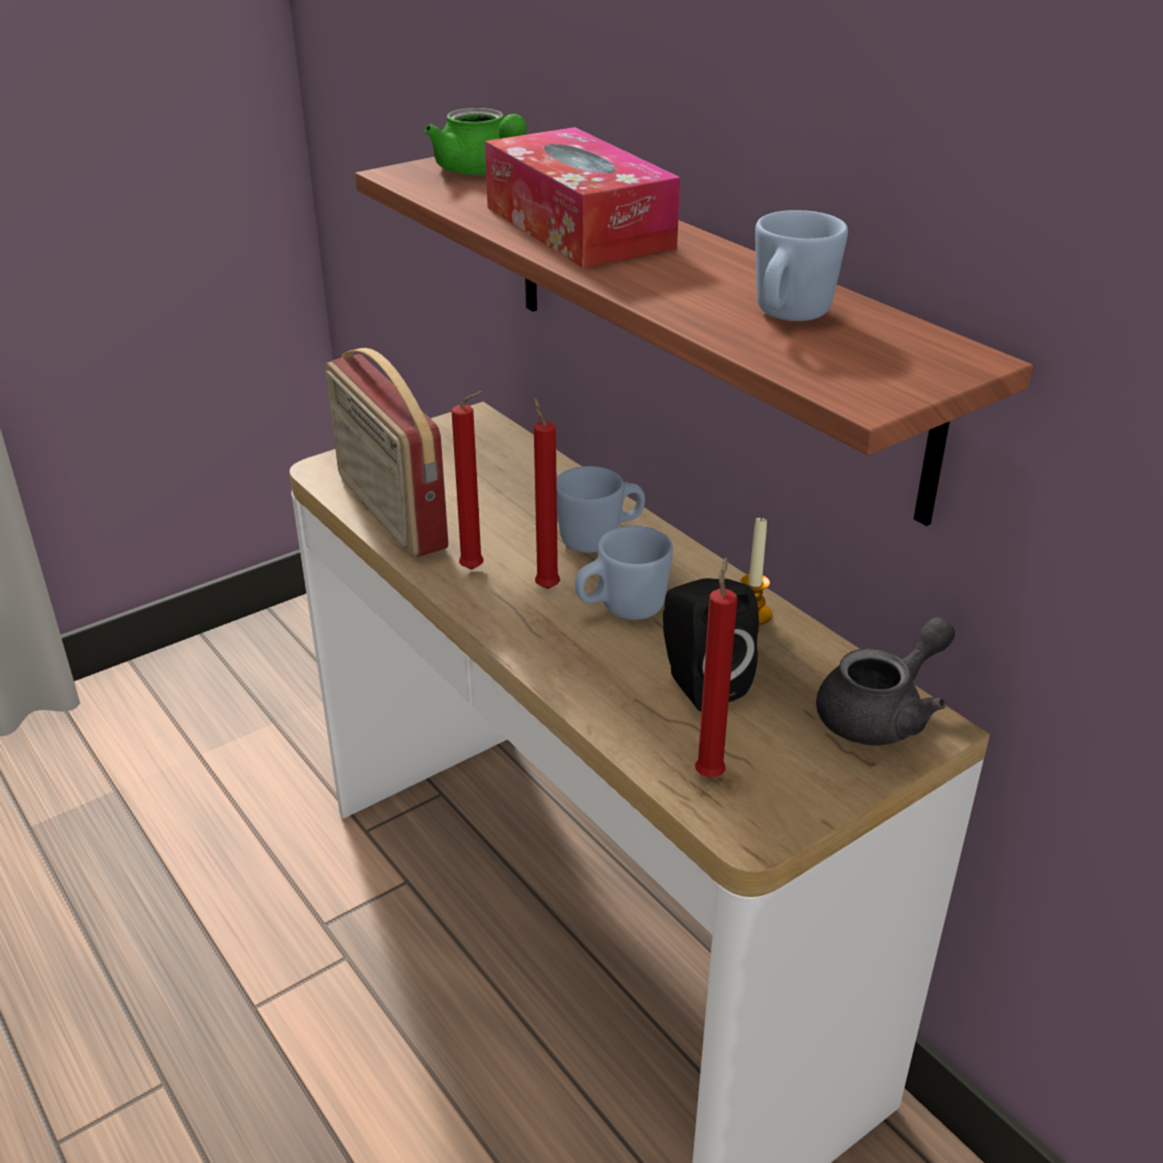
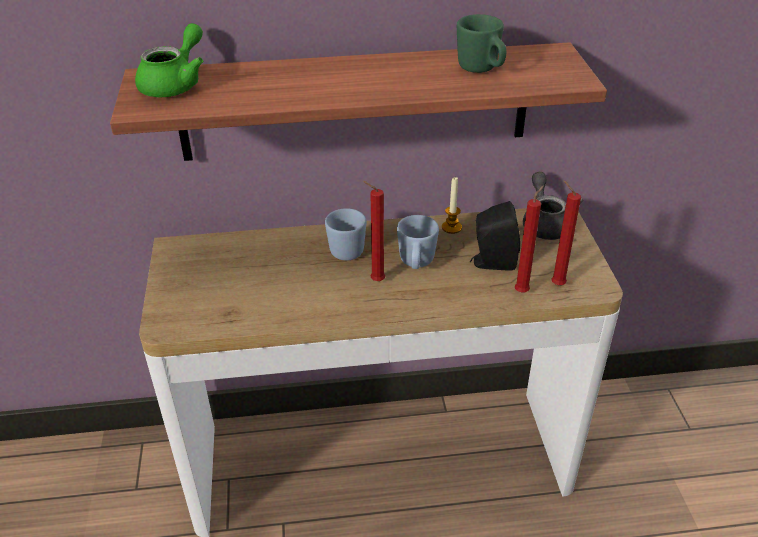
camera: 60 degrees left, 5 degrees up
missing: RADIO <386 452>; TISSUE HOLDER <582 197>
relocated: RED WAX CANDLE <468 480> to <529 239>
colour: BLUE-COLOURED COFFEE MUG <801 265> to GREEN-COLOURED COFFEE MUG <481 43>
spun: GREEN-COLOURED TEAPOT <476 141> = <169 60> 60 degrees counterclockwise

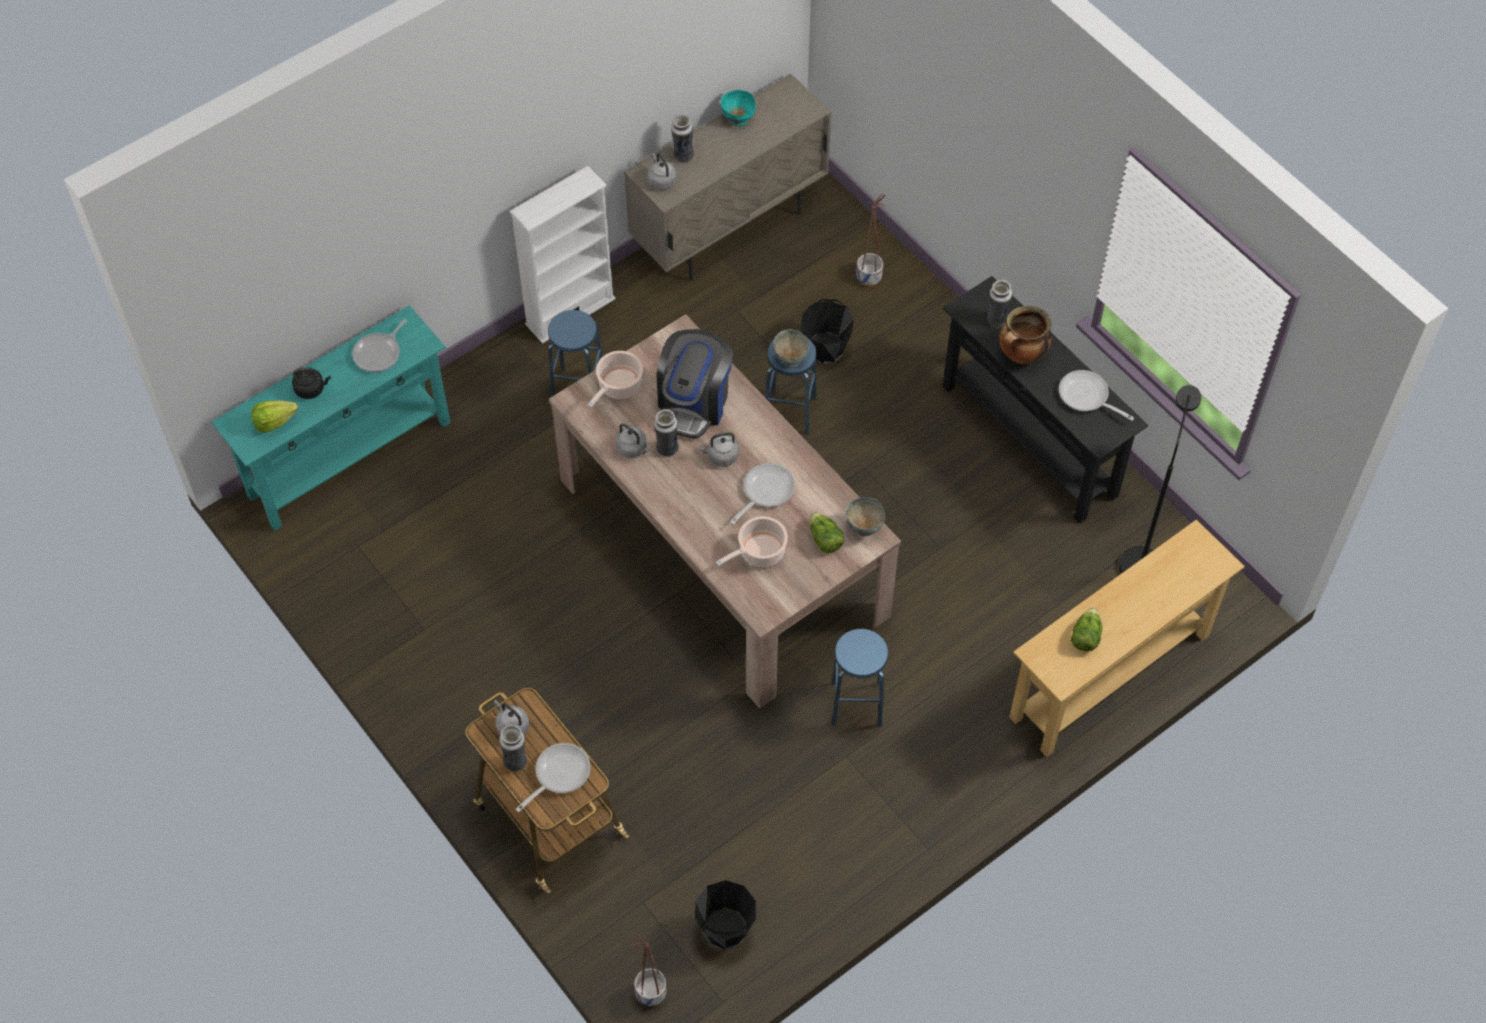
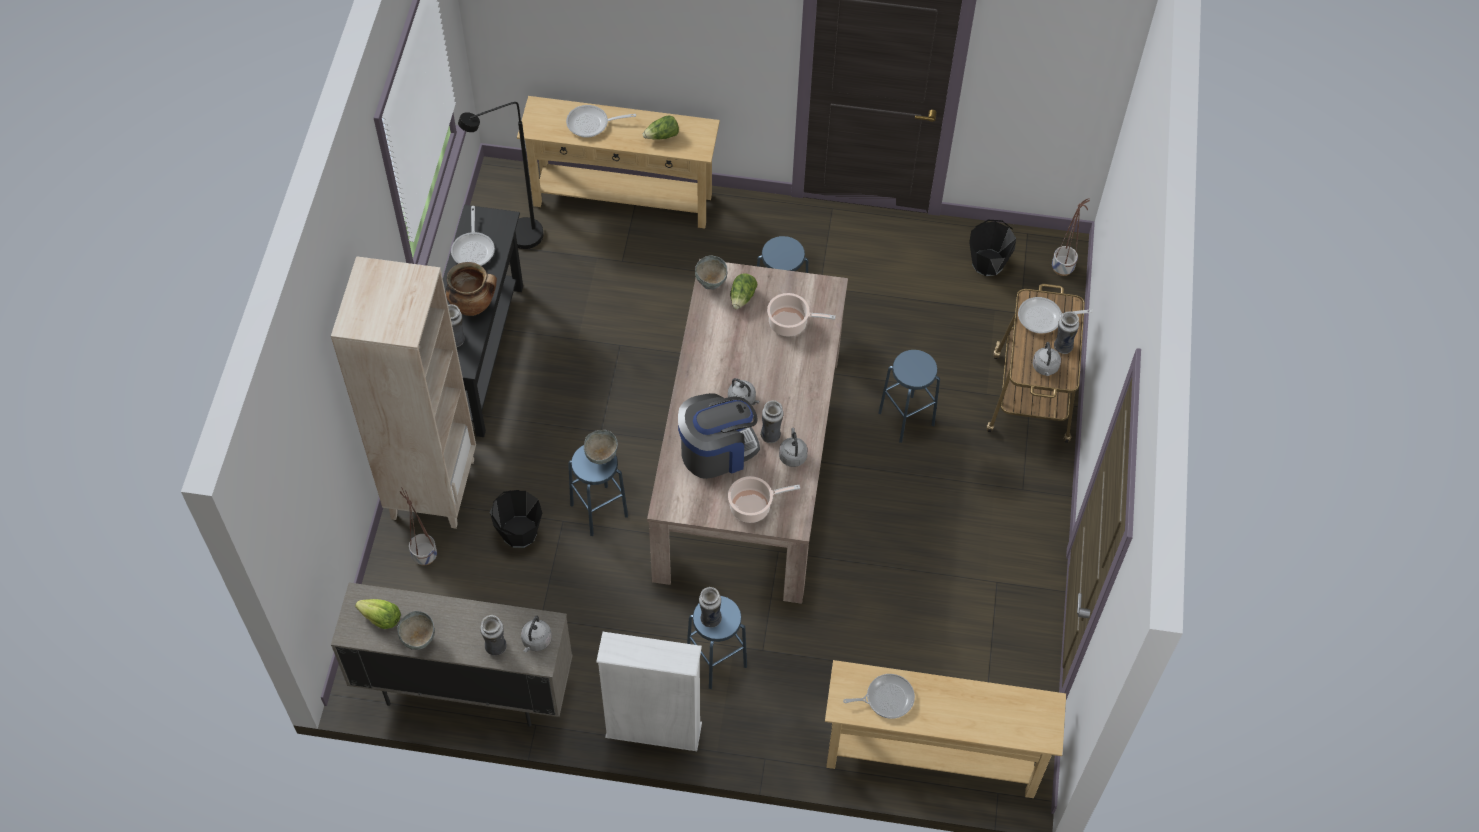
camera: 135 degrees left, 0 degrees up
missing: BLACKISH KETTLE <311 383>
appeared: SAND-COLOURED SHELVING UNIT <403 392>; VASE <710 607>; BLUE-COLOURED STOOL <909 396>
relocated: LETTUCE <274 416> to <378 614>; SKILLET <762 493> to <601 121>
colour: TURQUOISE HALL TABLE <331 418> to SAND-COLOURED HALL TABLE <945 729>; TURQUOISE DEEP DISH <738 108> to GRAY DEEP DISH <416 630>

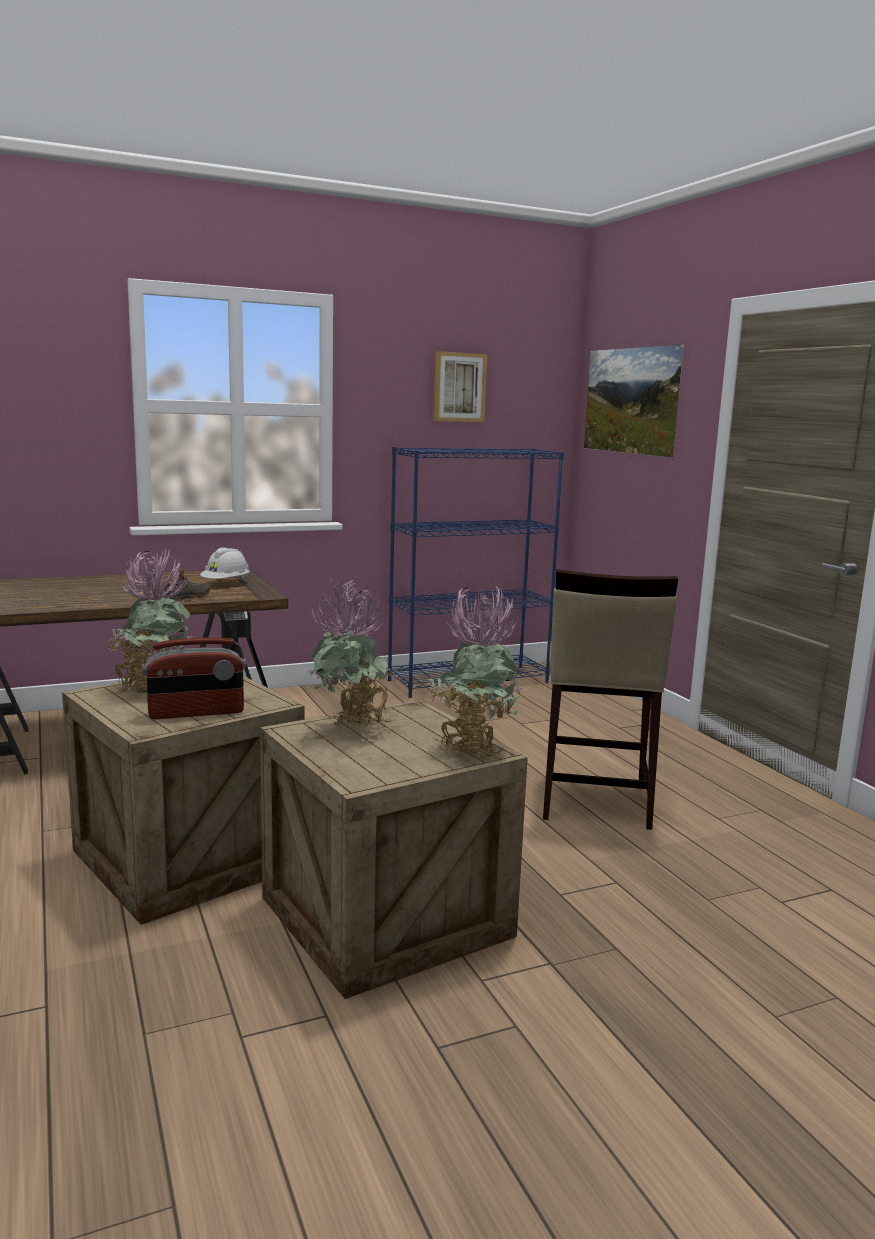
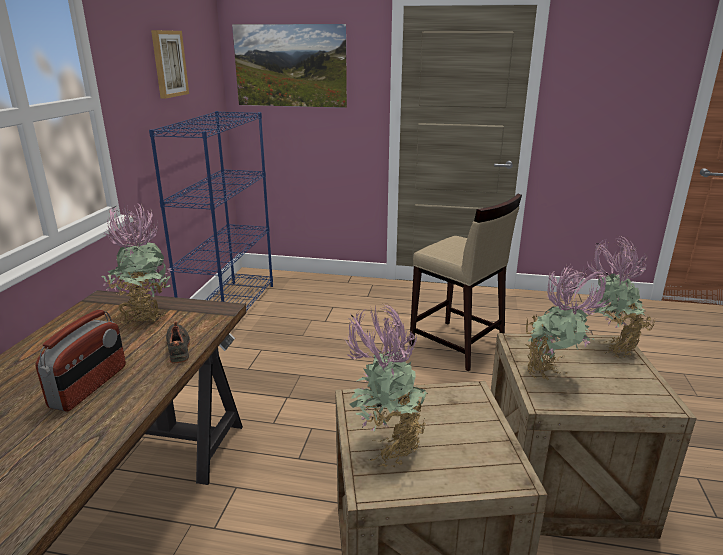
camera: 55 degrees left, 10 degrees up
relocated: RADIO <194 678> to <80 360>
exchanged: WHITE-COLOURED HARD HAT <225 564> to POTTED PLANT <137 264>

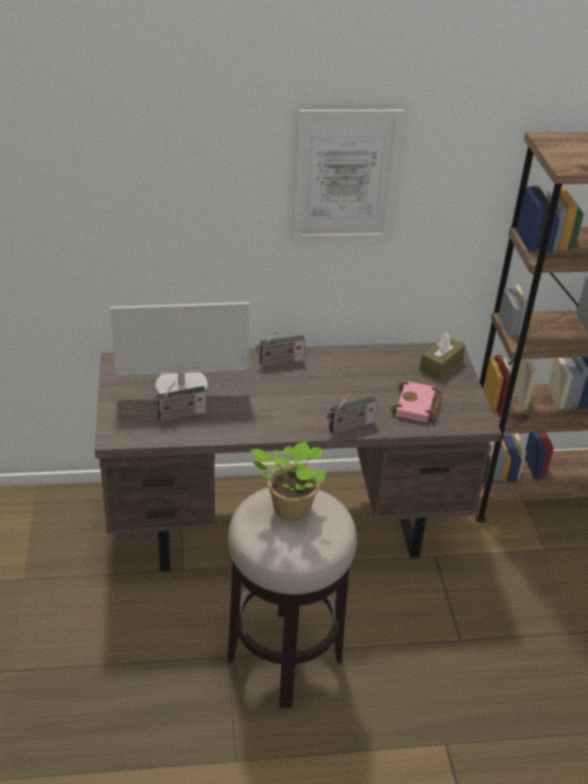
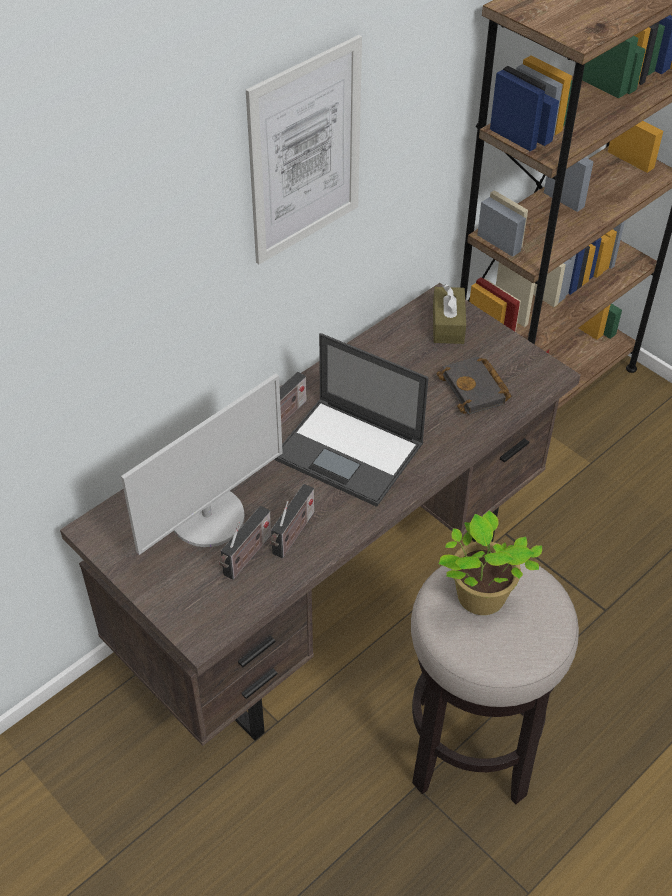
camera: 35 degrees left, 10 degrees up
appeared: PORTABLE COMPUTER <351 420>
relocated: RADIO <352 413> to <292 521>
colour: PINK VOLUME <416 401> to BLACKISH VOLUME <474 385>

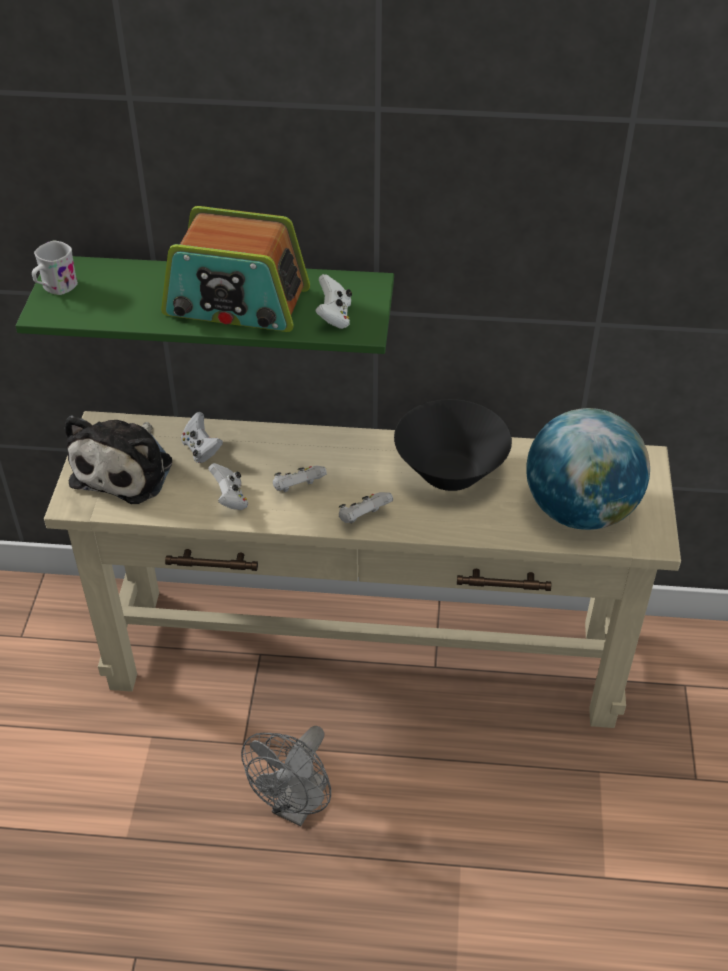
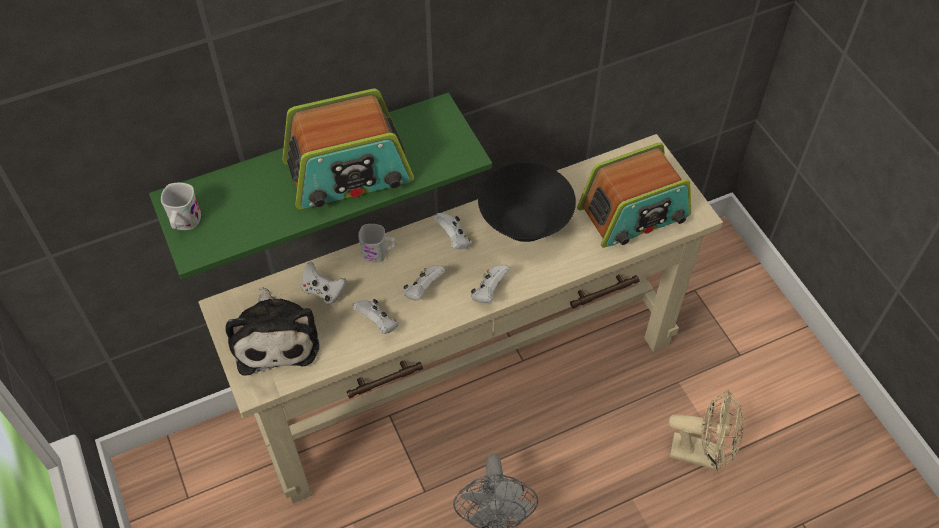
camera: 30 degrees left, 10 degrees up
appeared: WHITE-COLOURED COFFEE MUG <377 243>; SAND-COLOURED ELECTRIC FAN <706 430>
relocated: WHITE-COLOURED GAMEPAD <333 301> to <453 231>
exchanged: DESK GLOBE <588 469> to RADIO <634 195>

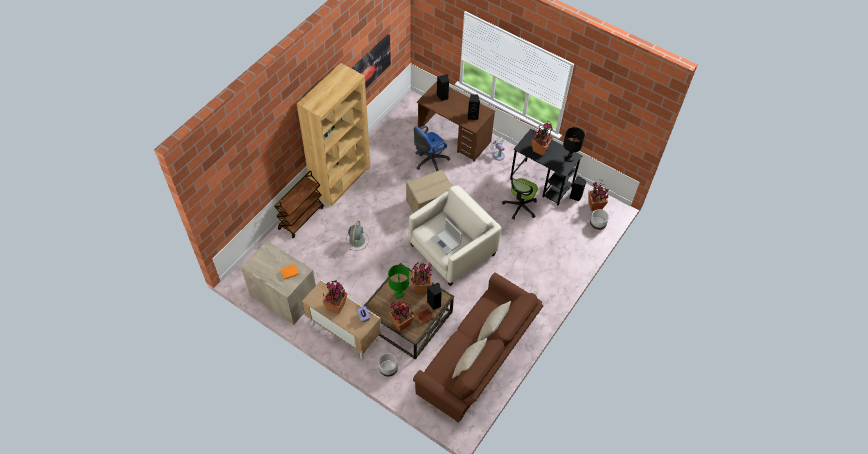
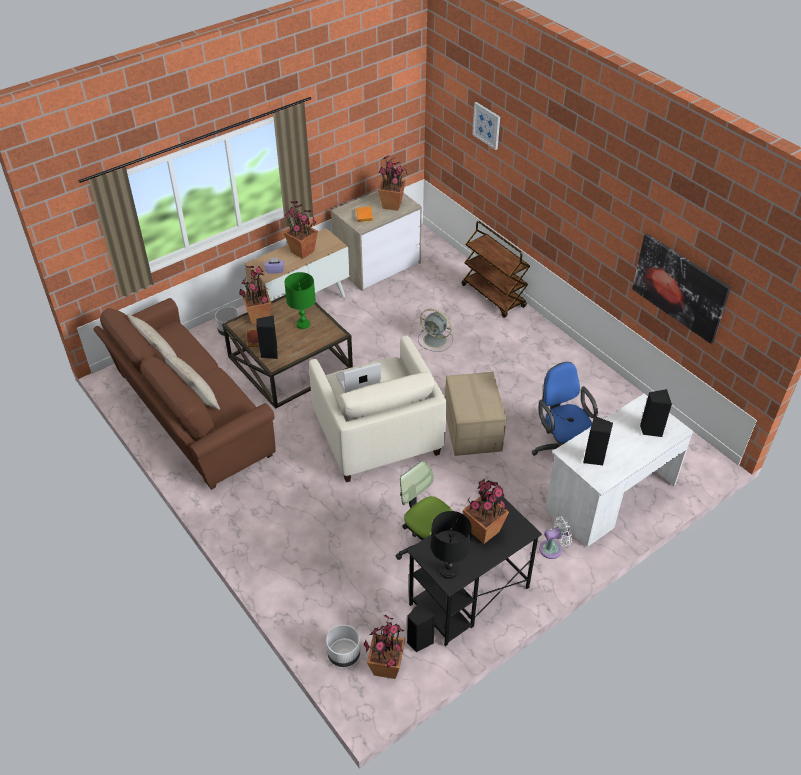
camera: 110 degrees right, 10 degrees down
missing: BROWN SHELVING UNIT <333 134>
appeared: WALL ART <486 126>
relocated: POTTED PLANT <421 277> to <393 183>
colour: BROWN DESK TABLE <456 121> to WHITE-COLOURED DESK TABLE <619 470>

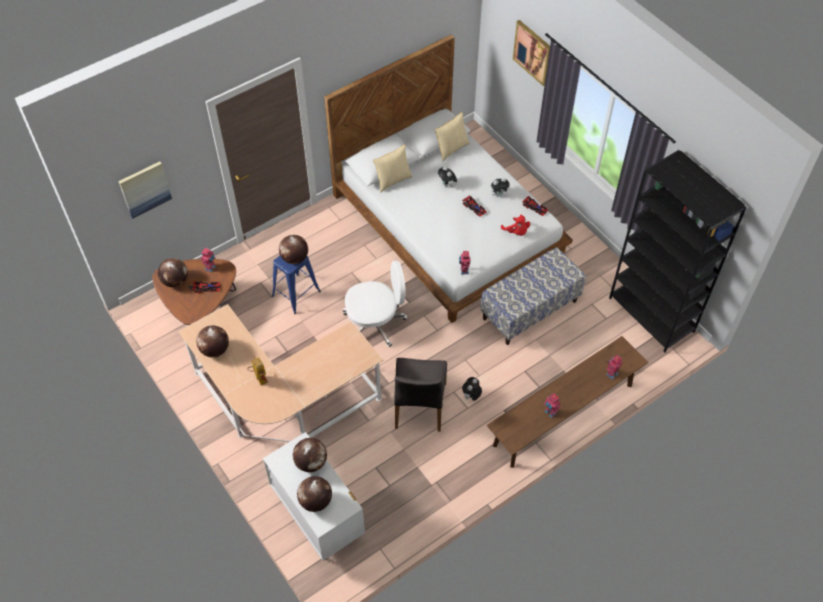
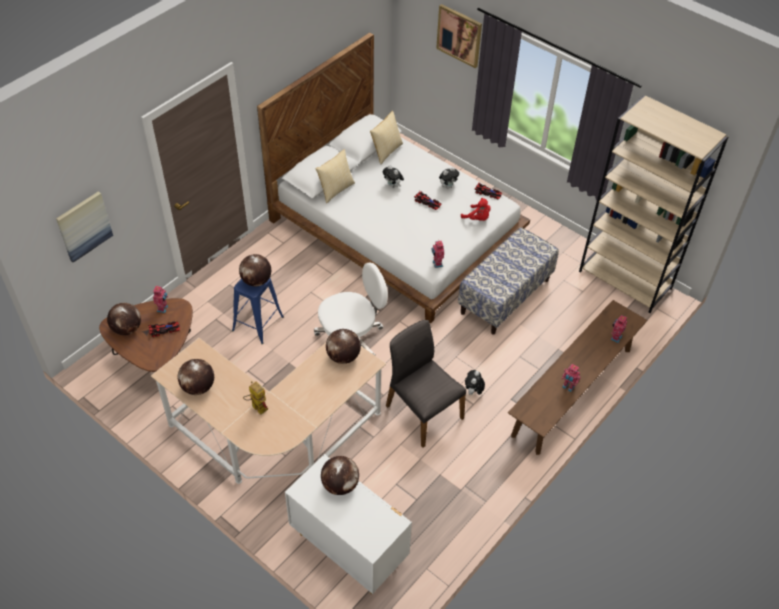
camera: 15 degrees left, 5 degrees down
relocated: DESK GLOBE <314 494> to <343 346>
colour: BLACKISH SHELVING UNIT <678 251> to SAND-COLOURED SHELVING UNIT <653 204>
spun: GRAY UPRIGHT CHAIR <420 395> = <426 384> 150 degrees clockwise

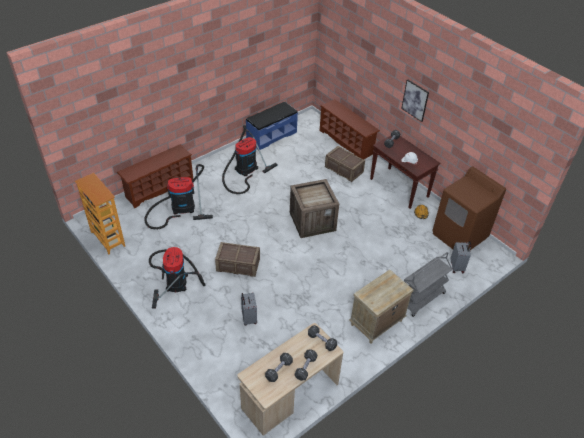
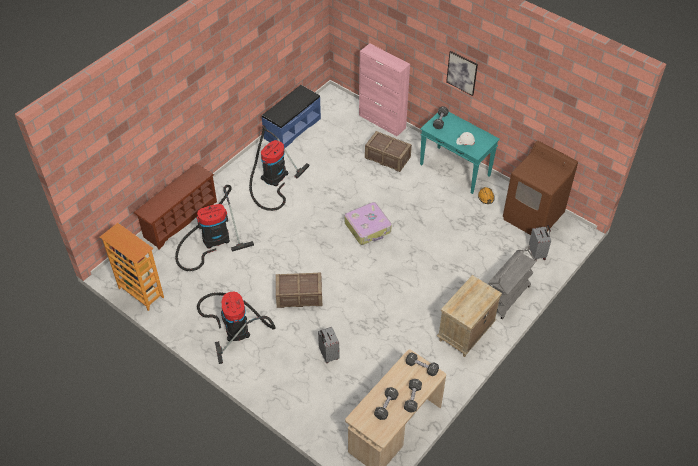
camera: 10 degrees left, 5 degrees up
exchanged: CRATE <314 208> to TRAVEL CASE <368 223>; BROWN SHOE SHELF <350 129> to PINK CUPBOARD <384 89>
colour: BROWN HALL TABLE <405 172> to TURQUOISE HALL TABLE <460 153>

